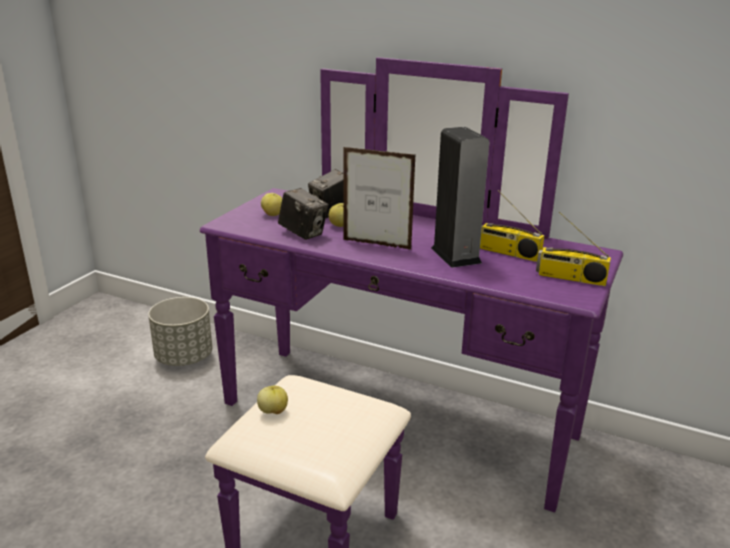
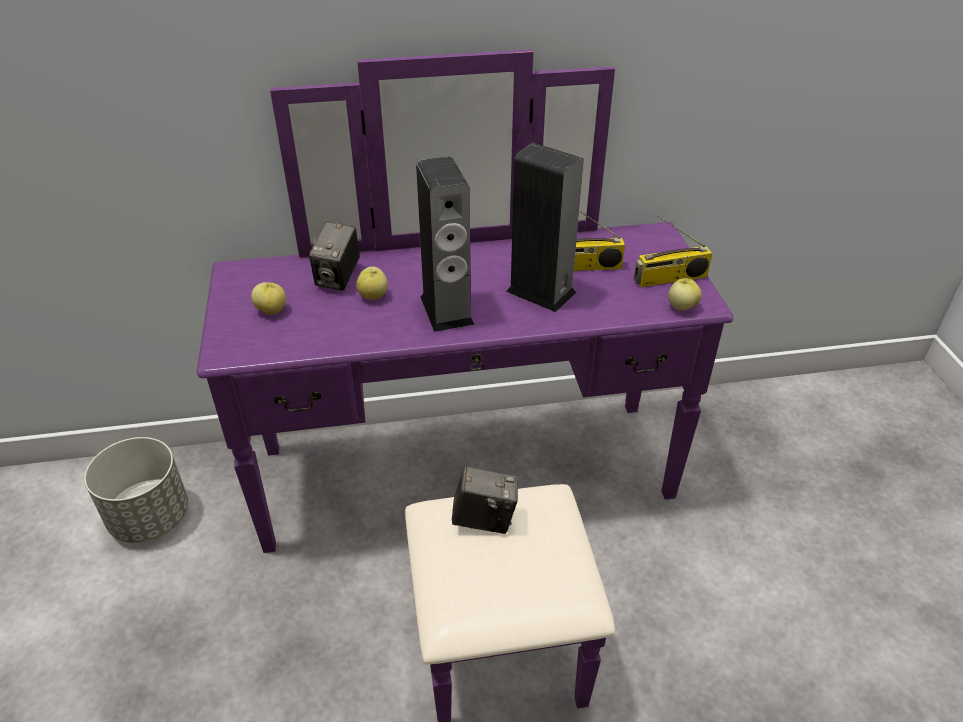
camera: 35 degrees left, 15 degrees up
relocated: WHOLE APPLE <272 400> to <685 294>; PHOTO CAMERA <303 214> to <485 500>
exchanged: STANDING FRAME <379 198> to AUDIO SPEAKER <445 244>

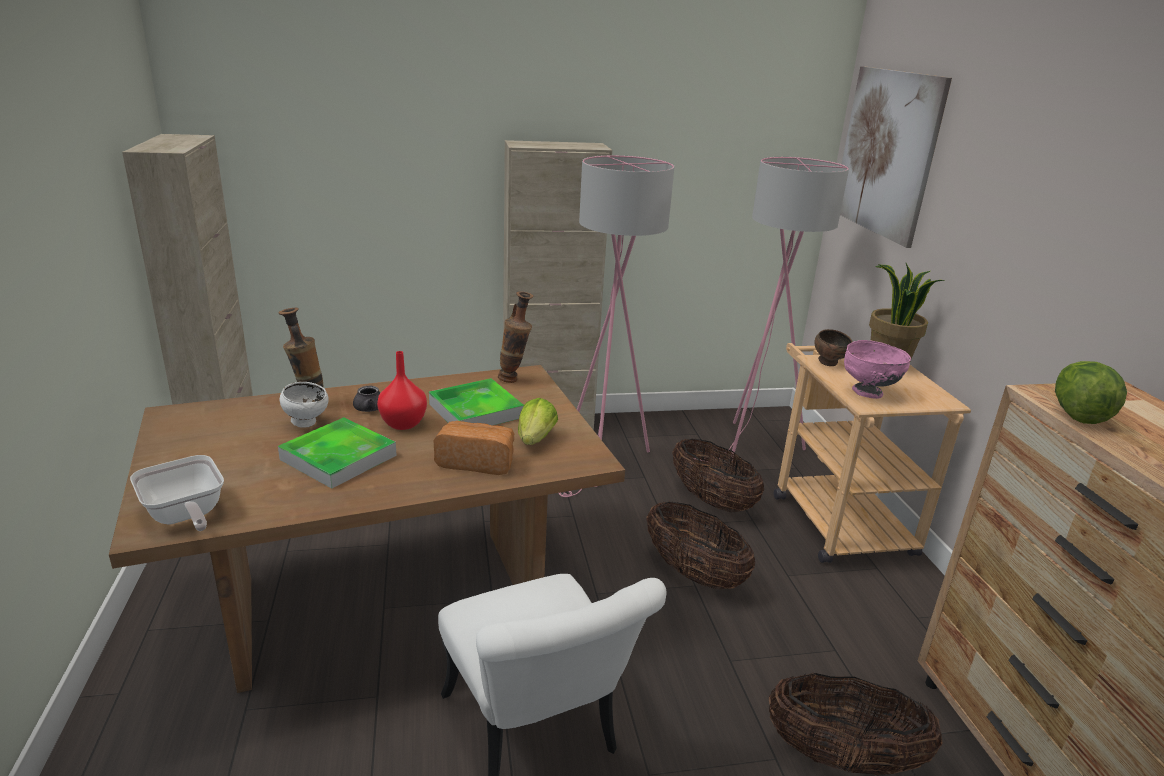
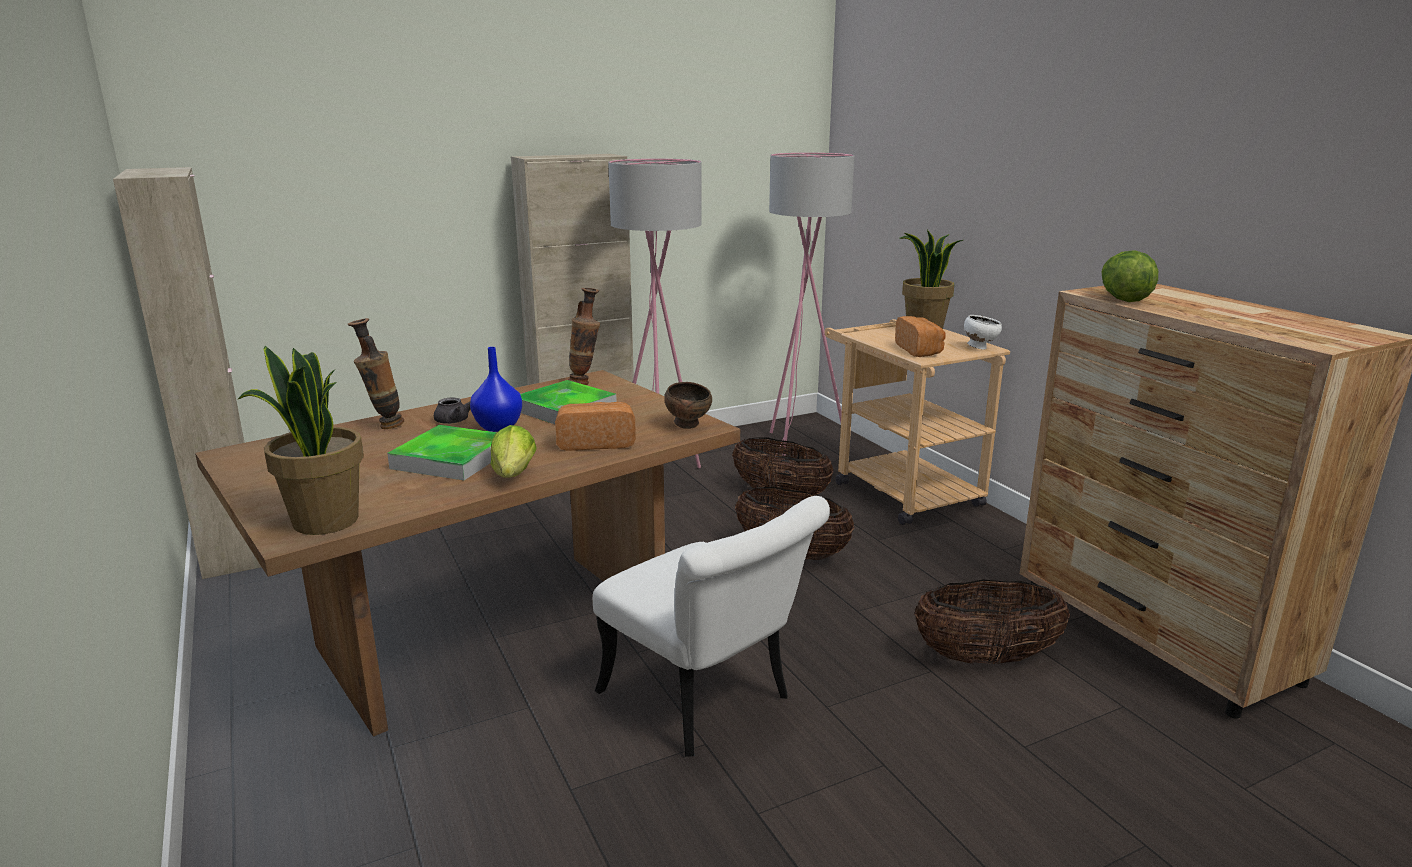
camera: 15 degrees left, 5 degrees down
missing: WALL ART <896 157>
relocated: WHITE-COLOURED DEEP DISH <304 405> to <983 332>; LETTUCE <538 421> to <514 451>; BROWN DEEP DISH <833 347> to <688 405>
exchanged: SKILLET <177 493> to POTTED PLANT <301 440>; PINK DEEP DISH <877 369> to BREAD <920 336>
colour: RED VASE <402 390> to BLUE-COLOURED VASE <496 389>

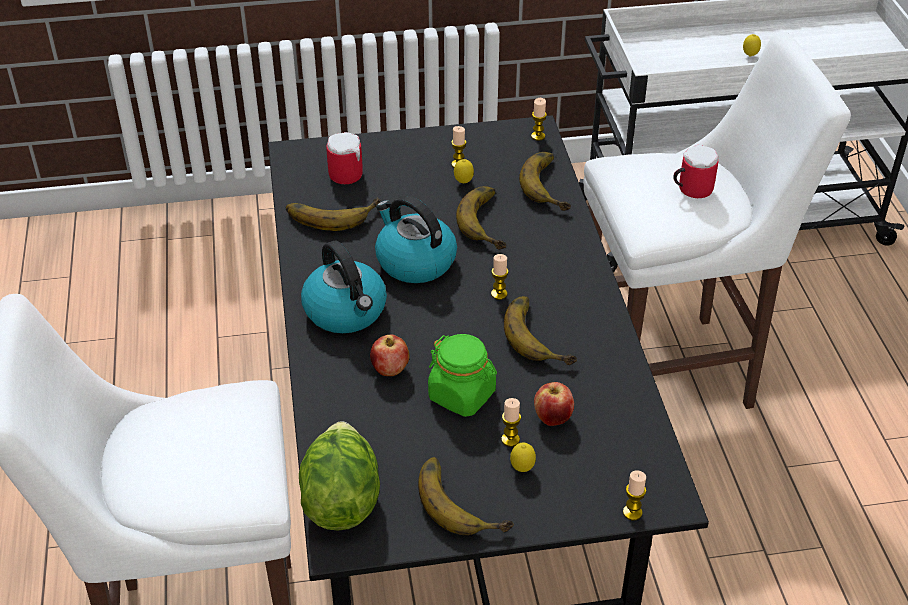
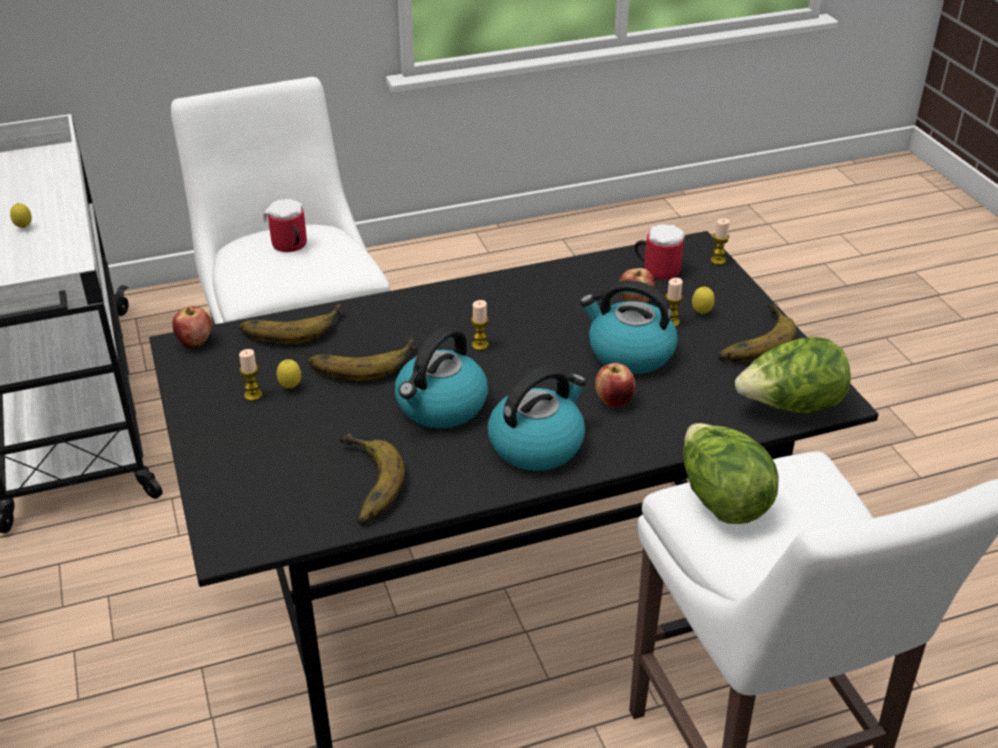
camera: 100 degrees left, 5 degrees down
missing: WHOLE BANANA <540 330>
appeared: LETTUCE <731 473>
relocated: COFFEE MUG <344 158> to <660 251>
exchanged: GREEN-COLOURED PRESERVE JAR <462 375> to KETTLE <629 327>; WAX CANDLE <539 119> to WHOLE APPLE <192 327>

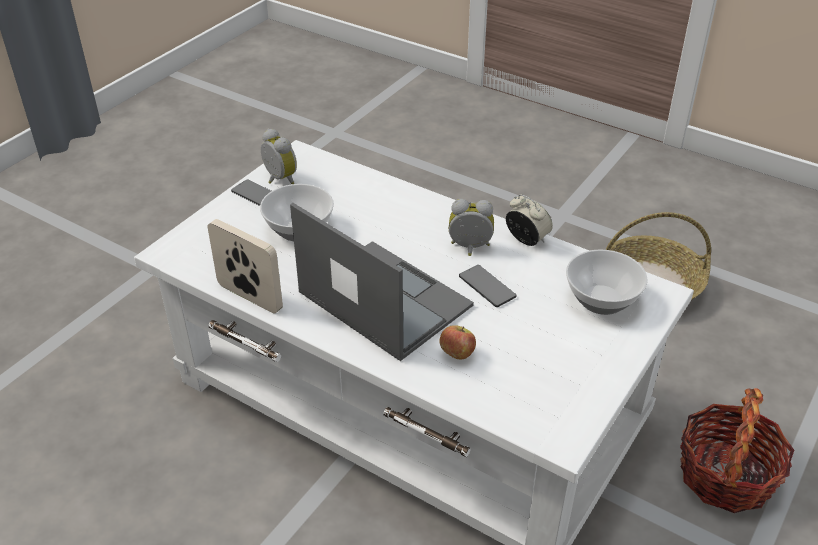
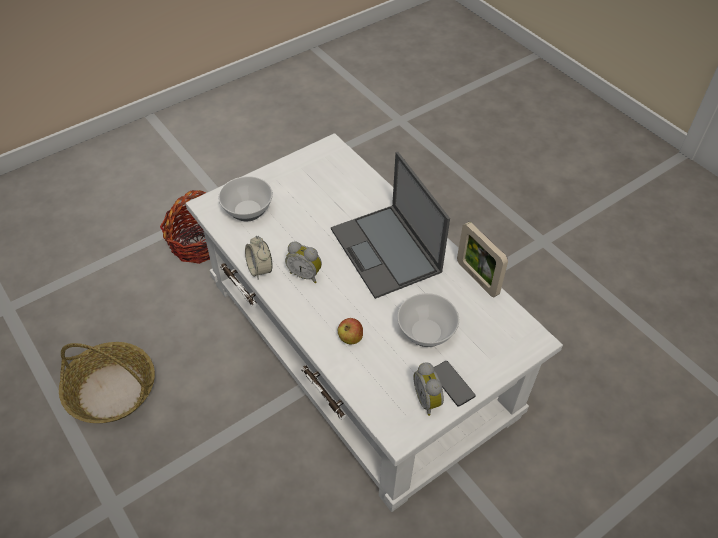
camera: 160 degrees left, 10 degrees up
missing: PHONE <488 286>
relocated: WHOLE APPLE <457 342> to <350 331>

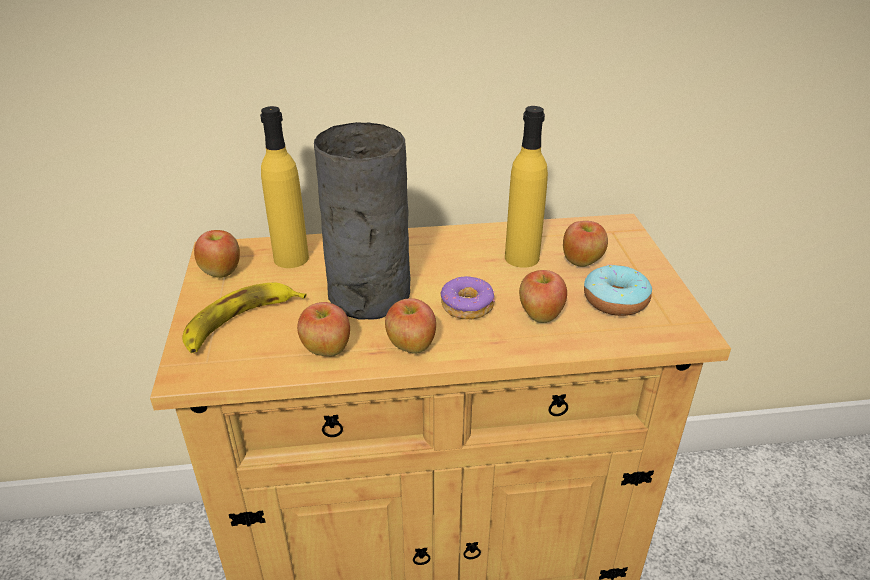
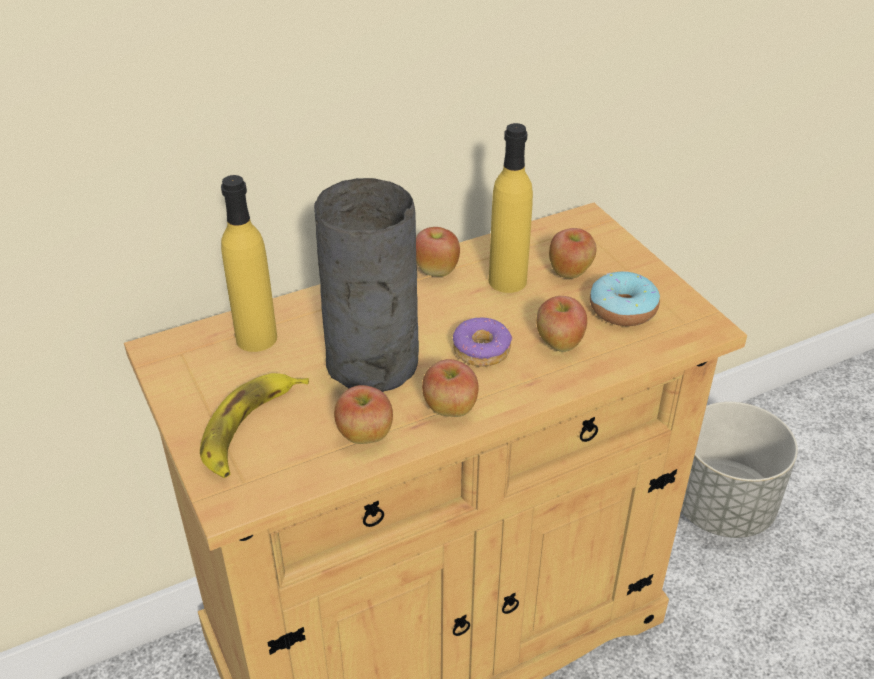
camera: 20 degrees left, 5 degrees up
appeared: GRAY FLOWER POT <739 470>
relocated: WHOLE APPLE <217 254> to <438 252>

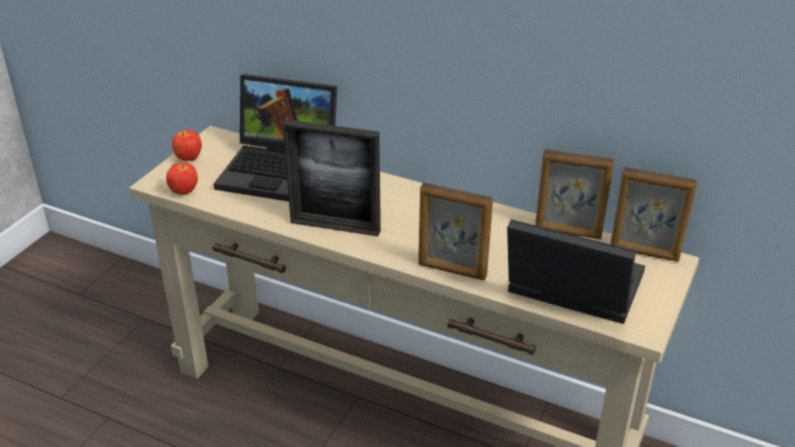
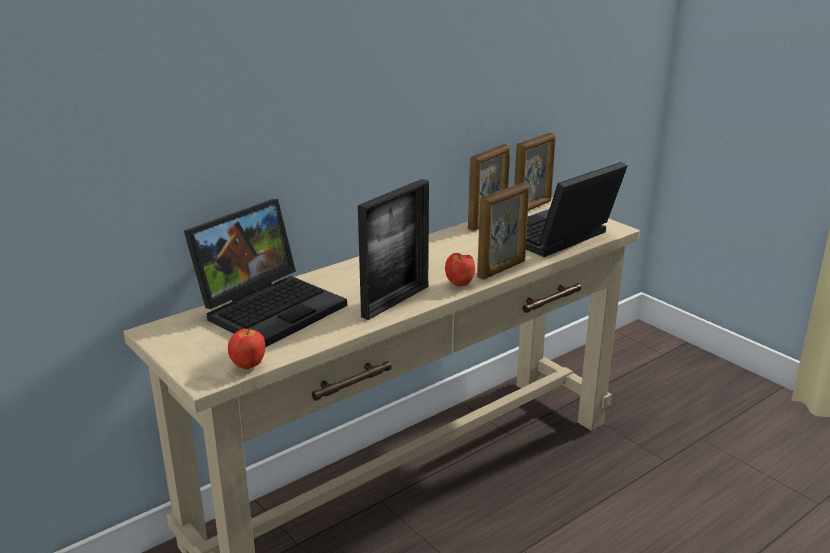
camera: 65 degrees left, 10 degrees down
relocated: WHOLE APPLE <187 145> to <460 269>

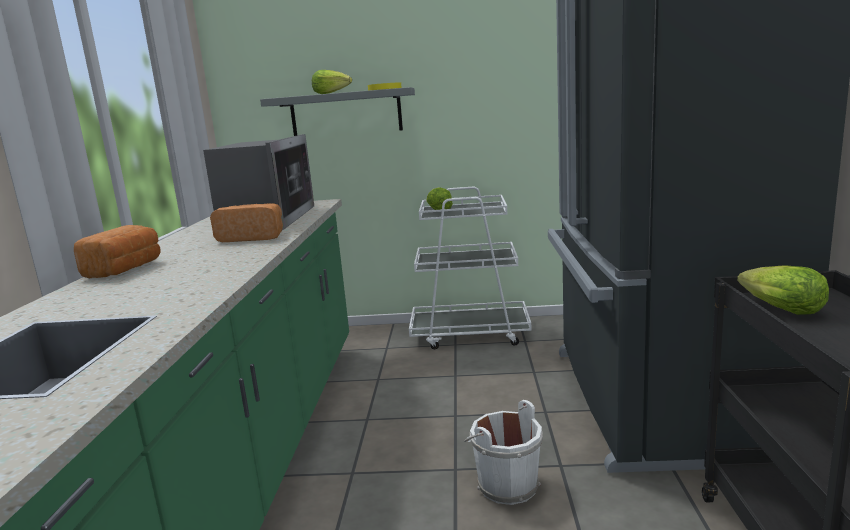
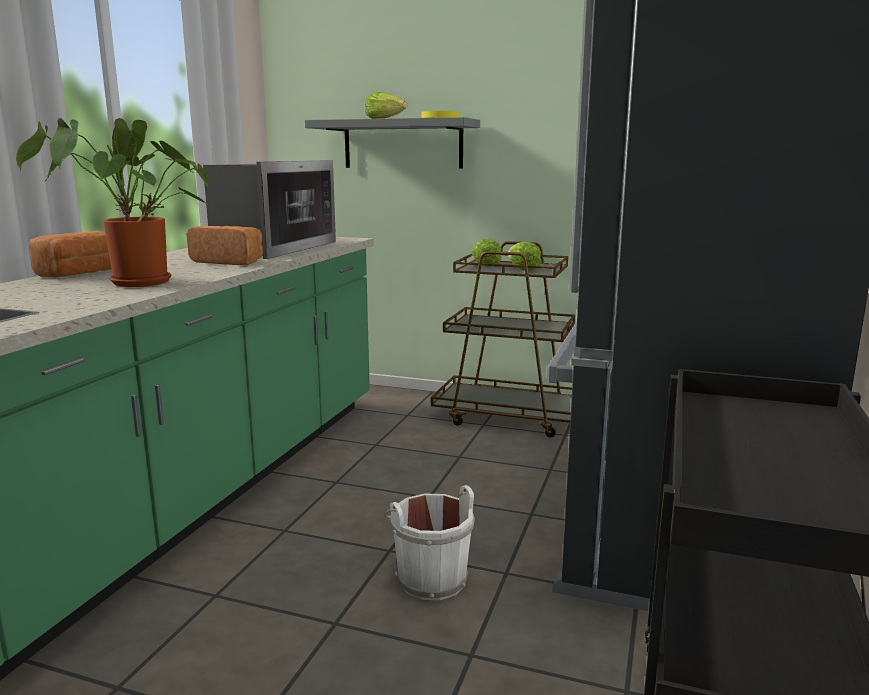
camera: 15 degrees right, 0 degrees up
appeared: POTTED PLANT <112 202>
relocated: LETTUCE <783 290> to <524 256>
colour: WHITE-COLOURED CART <470 268> to BROWN CART <503 339>

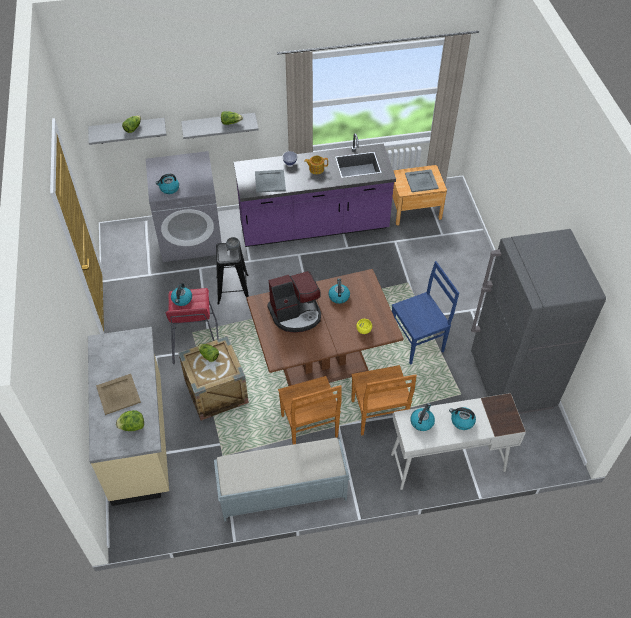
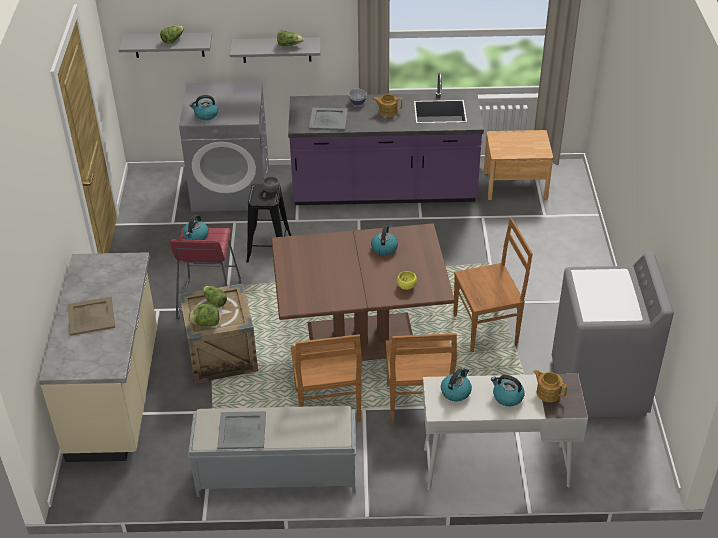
camera: 10 degrees right, 10 degrees down
missing: COFFEE MAKER <294 302>
appeared: TEAPOT <550 386>
relocated: LETTUCE <130 420> to <203 315>; GRAY CARRYING TRAY <422 180> to <241 430>
exchanged: GRAY FRIDGE <538 321> to GRAY LAUNDRY MACHINE <613 334>
colour: BLUE-COLOURED UPRIGHT CHAIR <425 313> to BROWN UPRIGHT CHAIR <493 284>

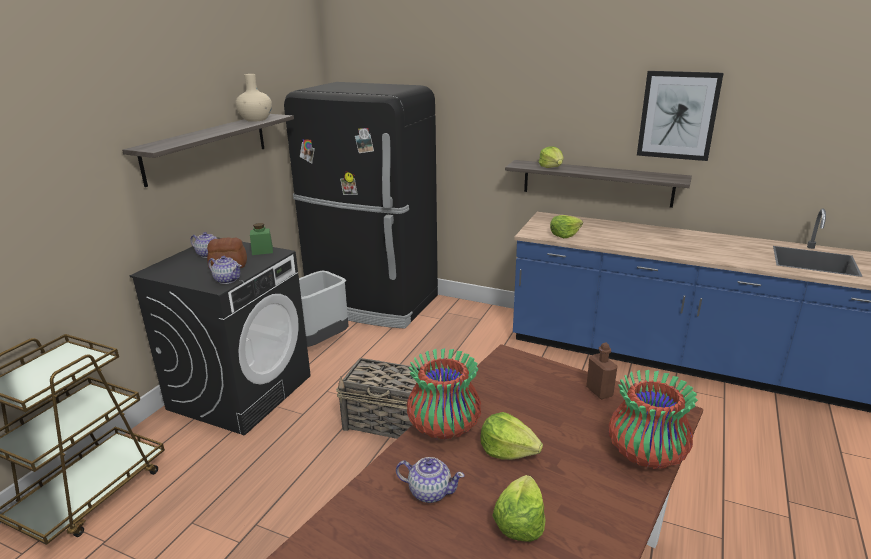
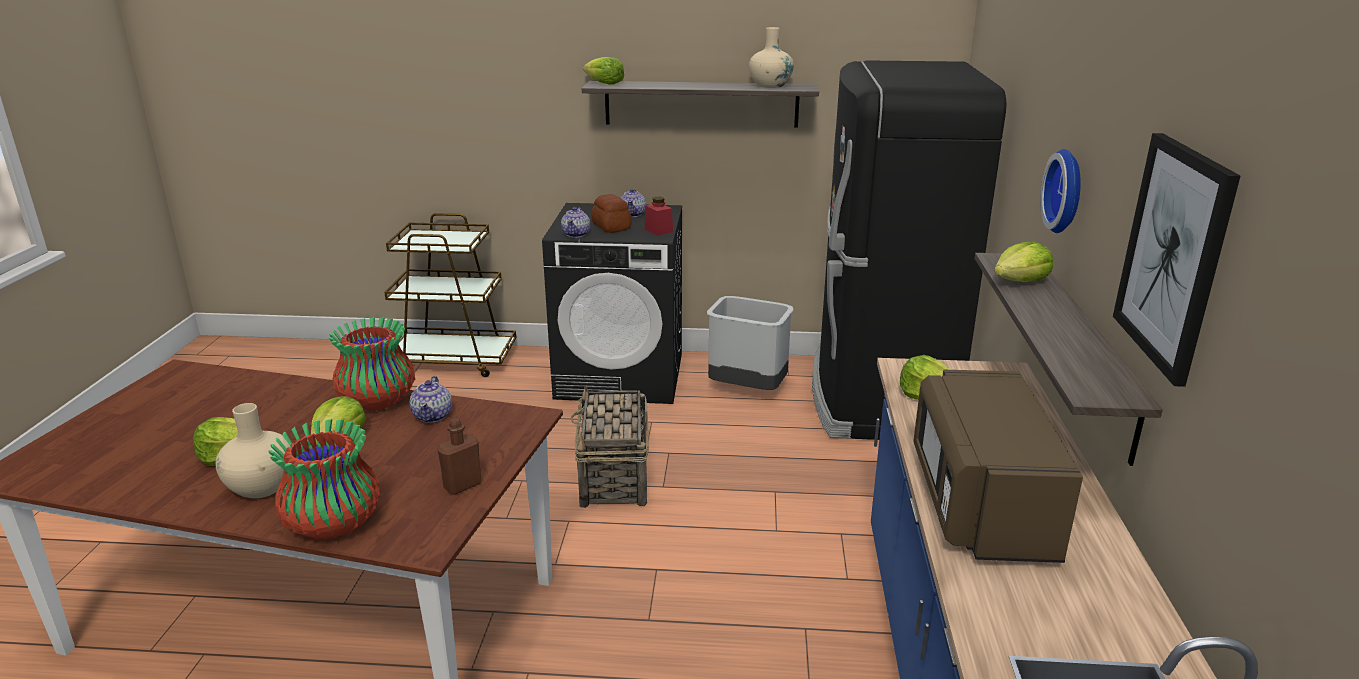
camera: 70 degrees right, 0 degrees up
appeared: SAND-COLOURED VASE <252 450>; LETTUCE <603 71>; BROWN KITCHEN MICROWAVE <998 466>; HANGING CLOCK <1060 191>
relocated: TEAPOT <430 480> to <431 399>
colour: GREEN-COLOURED PRESERVE JAR <261 239> to RED PRESERVE JAR <659 216>

